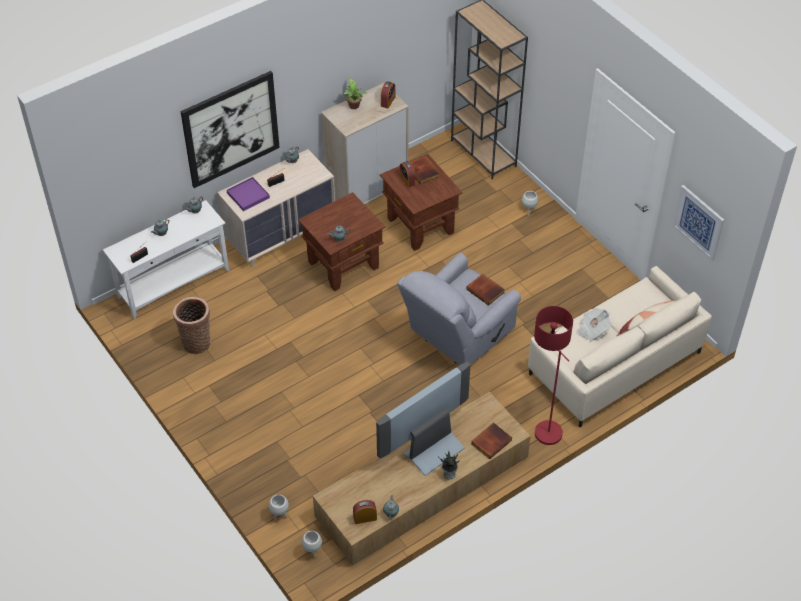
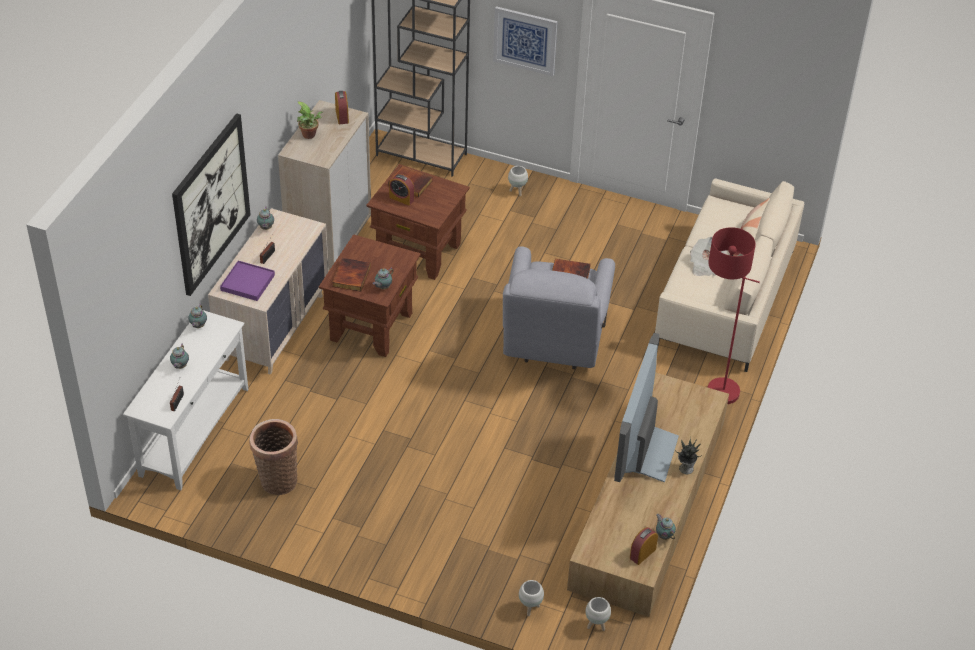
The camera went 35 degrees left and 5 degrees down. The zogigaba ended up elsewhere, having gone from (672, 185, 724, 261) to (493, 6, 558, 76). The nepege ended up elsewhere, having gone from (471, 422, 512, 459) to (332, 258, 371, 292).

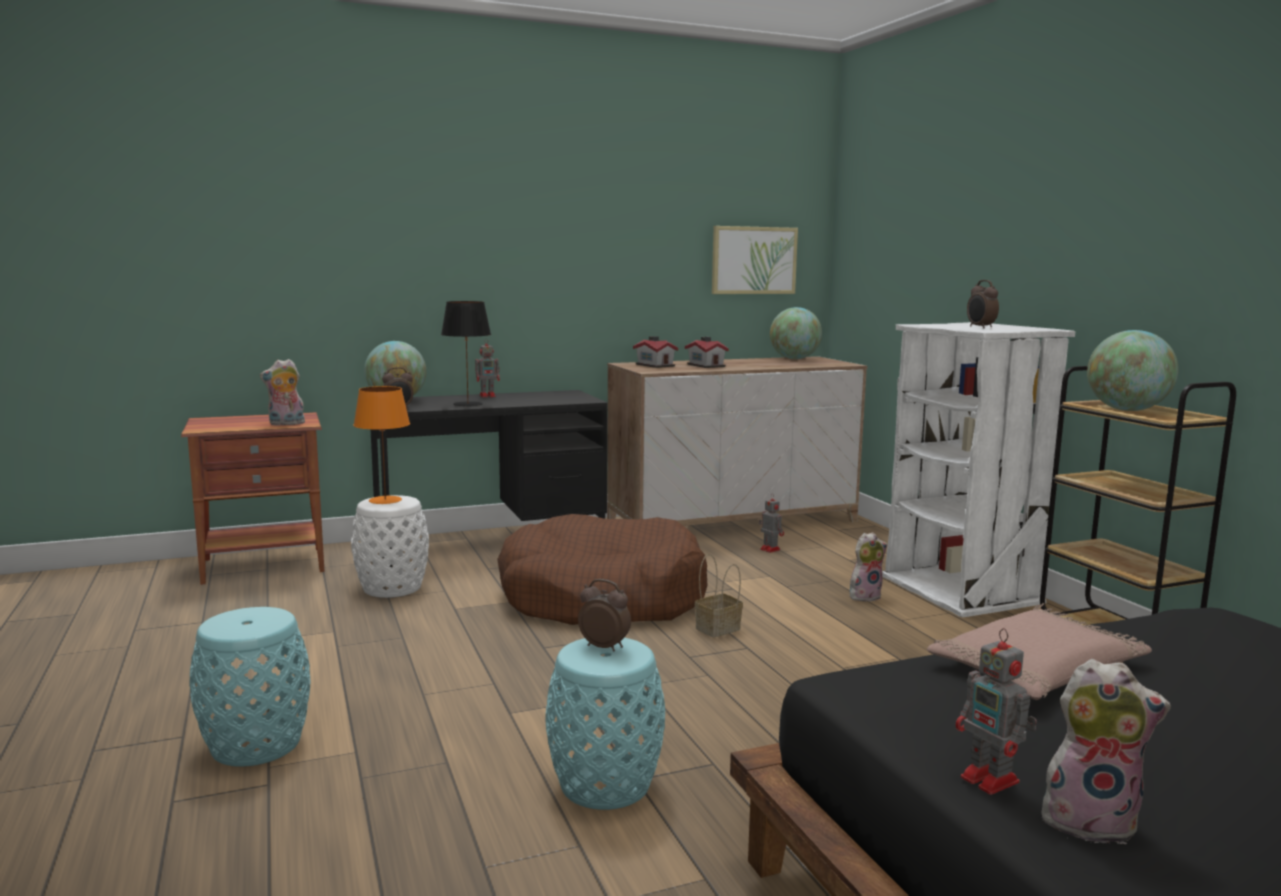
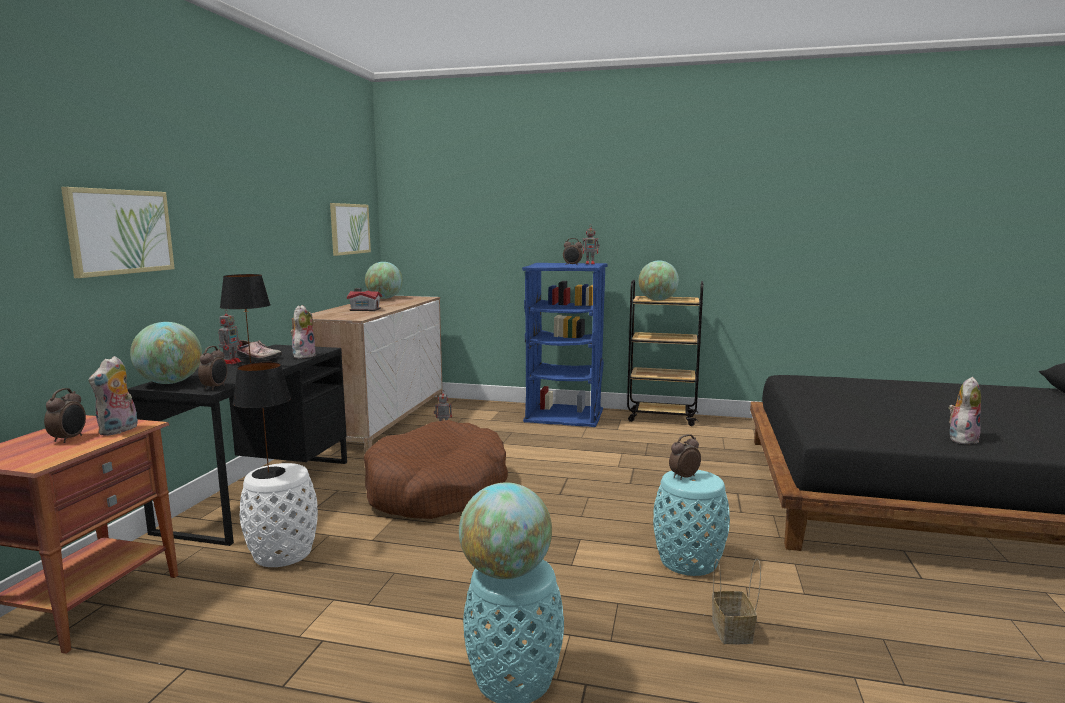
The camera went 55 degrees left and 0 degrees up. What was the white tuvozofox at (882, 322, 1075, 617) turned into the blue tuvozofox at (522, 263, 608, 427). The second view lost the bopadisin at (633, 336, 678, 368). What was the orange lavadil at (353, 386, 410, 504) turned into the black lavadil at (233, 362, 291, 479). The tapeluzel ended up elsewhere, having gone from (850, 532, 887, 601) to (290, 305, 316, 359). The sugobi ended up elsewhere, having gone from (695, 554, 743, 637) to (712, 558, 761, 644). The second view lost the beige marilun at (927, 603, 1152, 700). The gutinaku ended up elsewhere, having gone from (956, 628, 1037, 795) to (583, 224, 600, 264). The second view gained the zogigaba at (61, 187, 175, 278). The second view gained the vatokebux at (237, 340, 282, 360). The second view gained the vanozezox at (44, 388, 86, 443). The second view gained the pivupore at (459, 482, 552, 579).

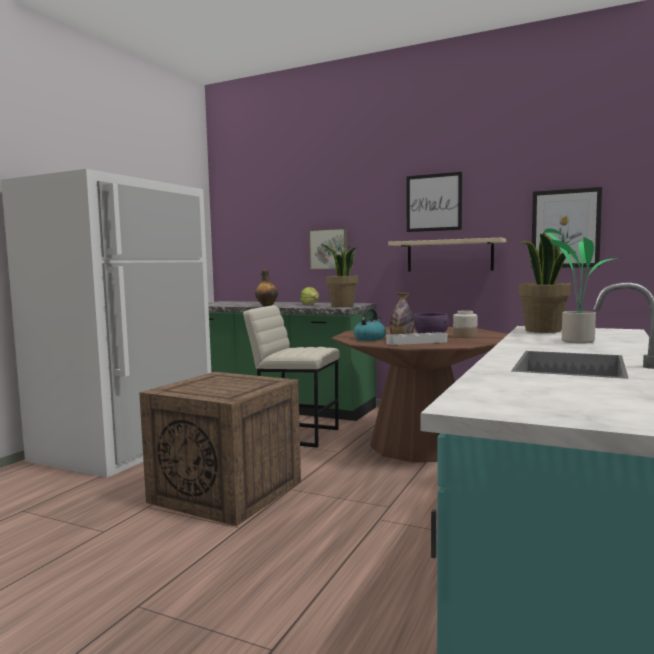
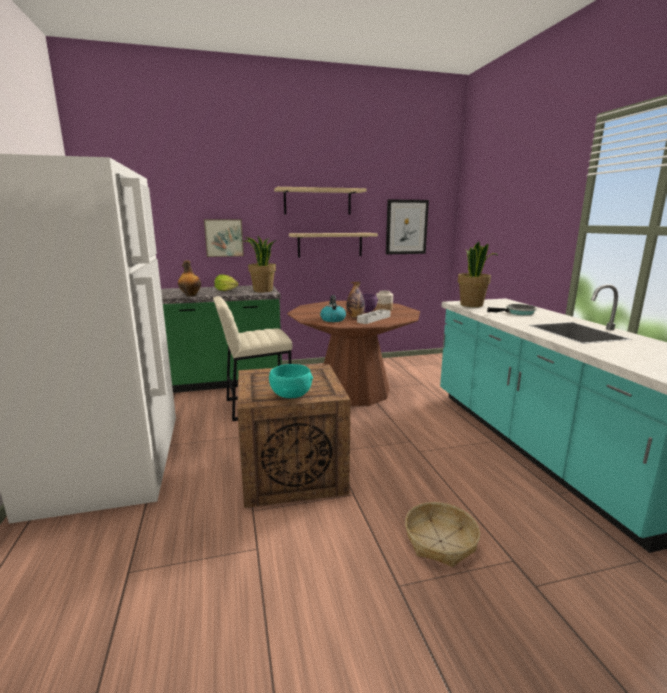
The camera went 40 degrees left and 10 degrees up. Where the zogigaba hung at (407, 172, 462, 232), the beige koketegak came to hang at (274, 187, 367, 215). Where the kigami stood at (544, 228, 620, 344), the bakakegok came to stand at (487, 304, 537, 315). The second view gained the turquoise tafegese at (269, 364, 313, 398). The second view gained the sugobi at (405, 502, 480, 567).

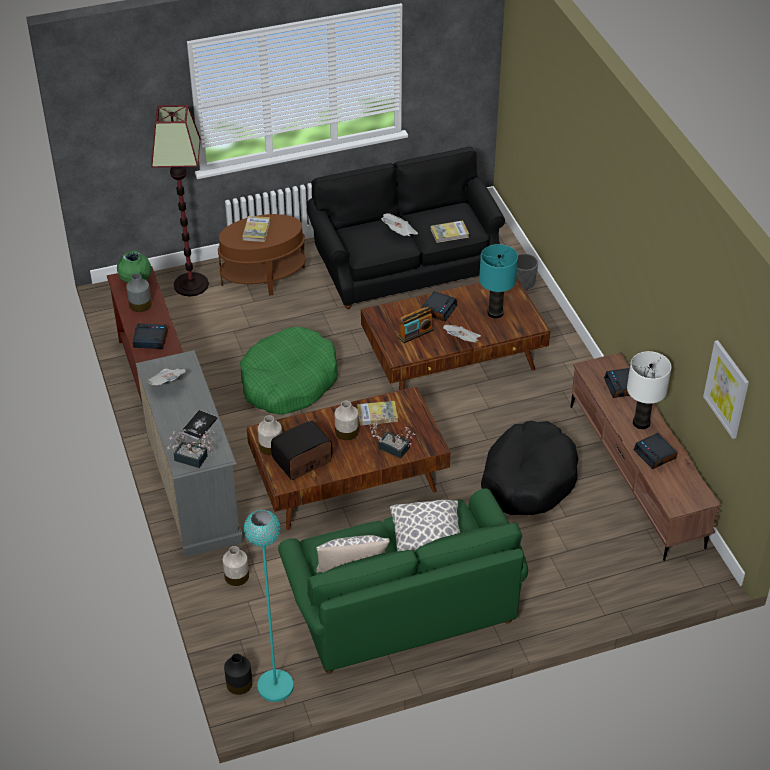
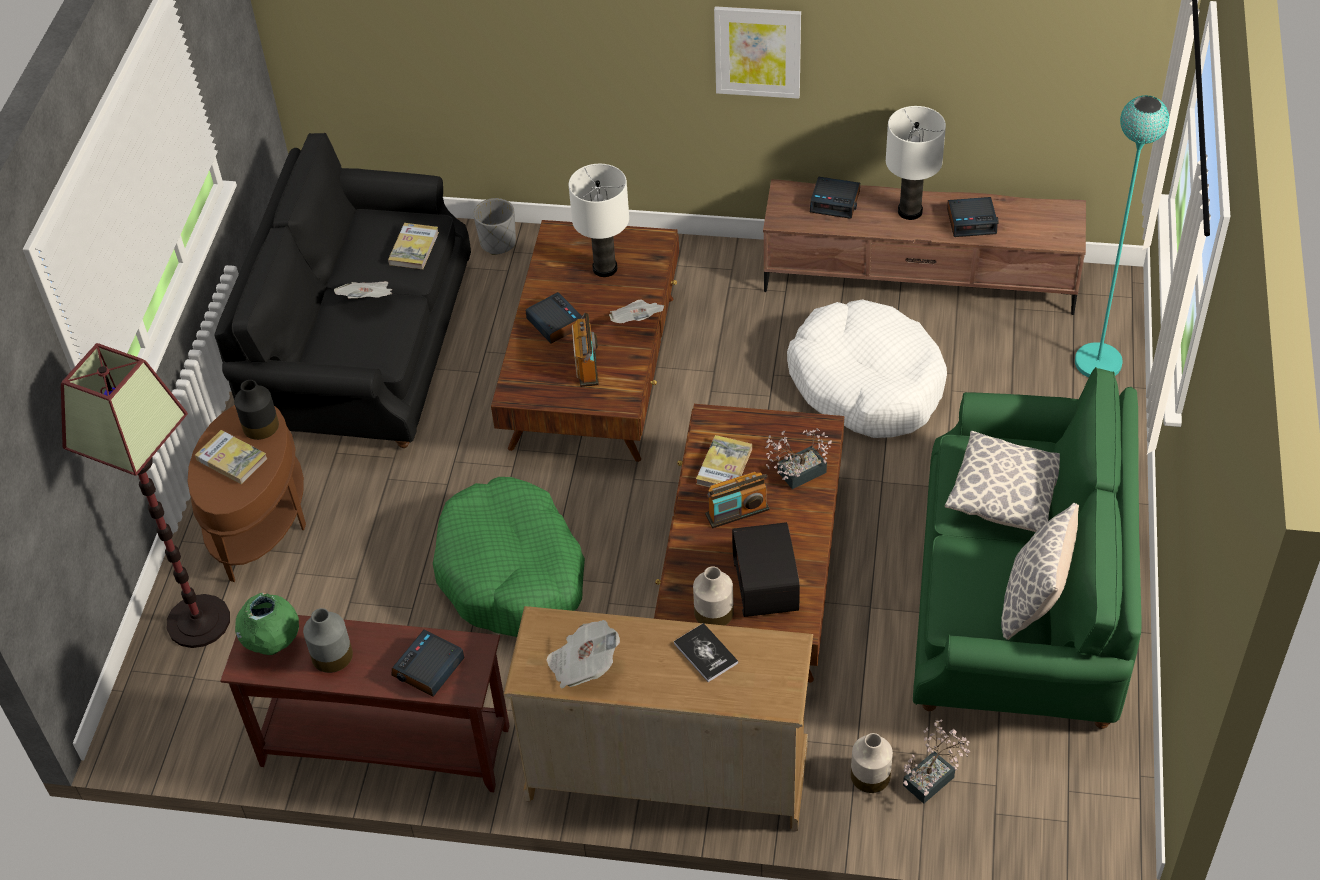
The camera went 60 degrees left and 5 degrees up. What was the turquoise lavadil at (479, 244, 518, 318) turned into the white lavadil at (569, 164, 629, 277). The zogigaba ended up elsewhere, having gone from (703, 340, 749, 439) to (714, 6, 801, 99). What was the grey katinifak at (136, 350, 243, 557) turned into the brown katinifak at (503, 606, 813, 831). Where the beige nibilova stood at (335, 401, 359, 440), the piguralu came to stand at (705, 472, 770, 528). What was the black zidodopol at (481, 421, 579, 515) turned into the white zidodopol at (787, 299, 947, 438). The kigami ended up elsewhere, having gone from (167, 429, 215, 468) to (903, 719, 971, 804). The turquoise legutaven ended up elsewhere, having gone from (244, 510, 294, 702) to (1075, 95, 1169, 378). The black nibilova ended up elsewhere, having gone from (224, 654, 252, 695) to (234, 380, 279, 440).

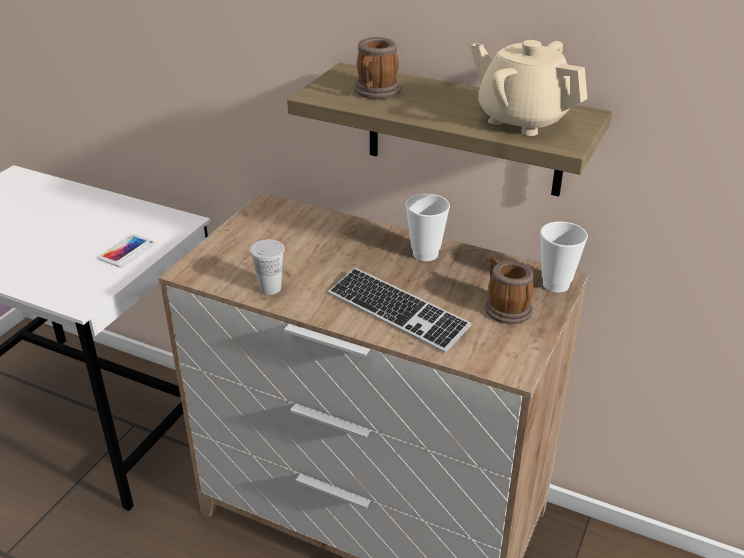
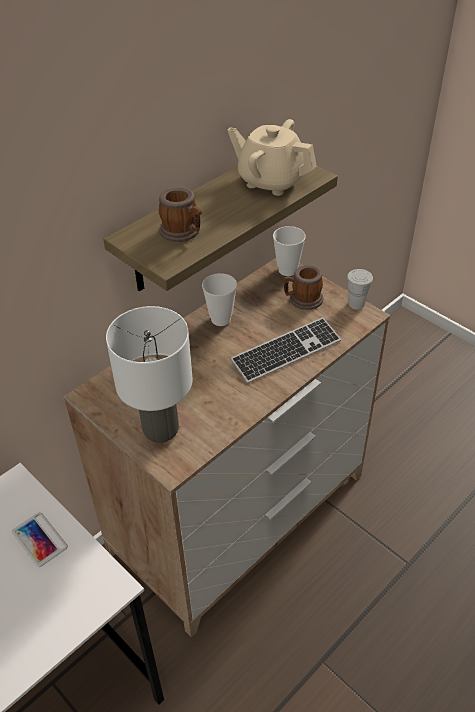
The camera went 70 degrees left and 10 degrees up. The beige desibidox at (471, 40, 587, 136) ended up facing another way, 60 degrees clockwise from before. The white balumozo ended up elsewhere, having gone from (249, 239, 285, 295) to (347, 269, 373, 309). The second view gained the white lavadil at (106, 306, 193, 443).

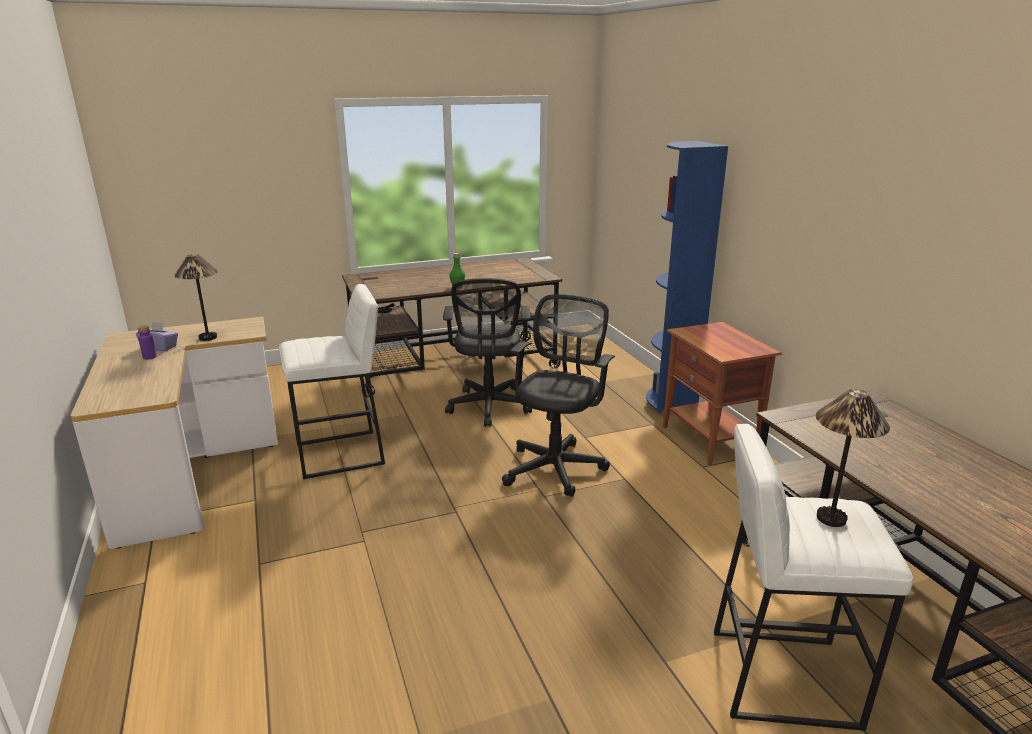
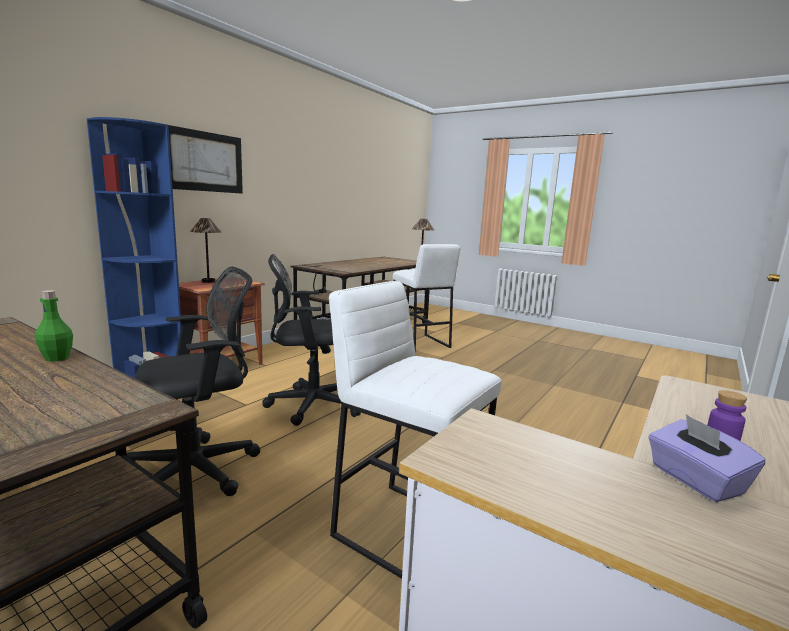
The camera went 125 degrees left and 10 degrees down. The lavadil ended up elsewhere, having gone from (174, 254, 218, 341) to (190, 218, 221, 283). The second view gained the zogigaba at (168, 125, 243, 194).

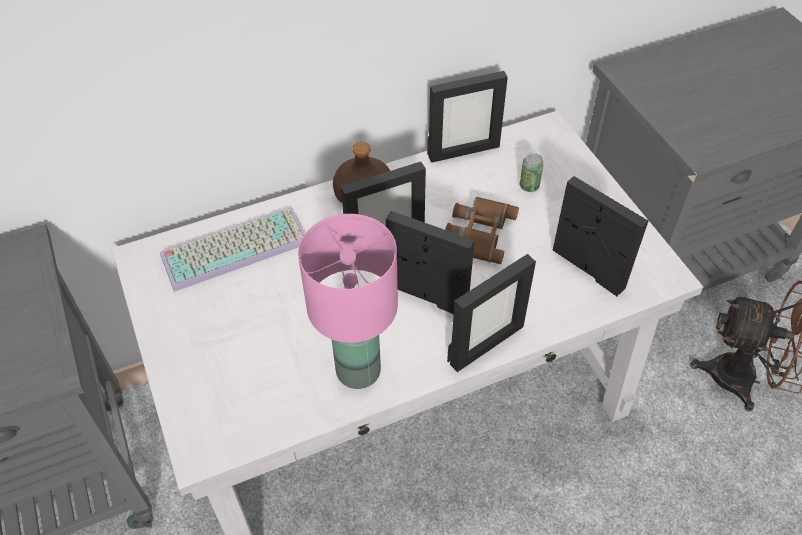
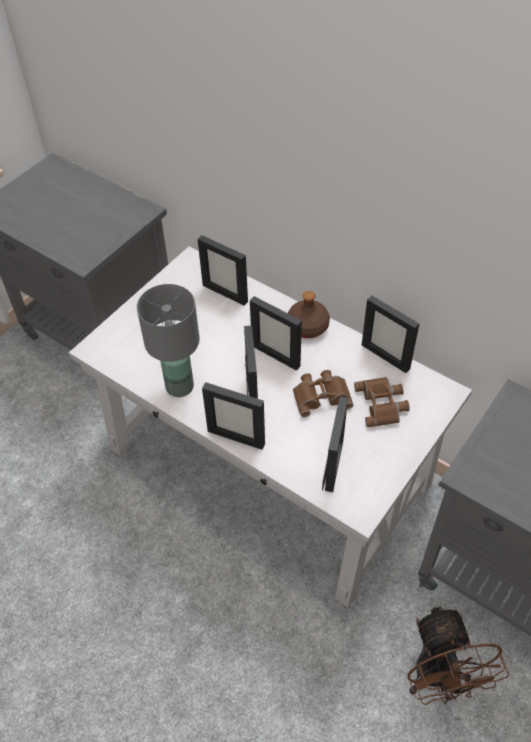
The camera went 60 degrees right and 0 degrees up. Where the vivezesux stood at (520, 153, 544, 192), the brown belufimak came to stand at (354, 377, 410, 427). Where the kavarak stood at (160, 207, 305, 292), the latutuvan came to stand at (198, 235, 248, 306). What was the pink lavadil at (298, 214, 398, 389) turned into the grey lavadil at (137, 284, 200, 397).

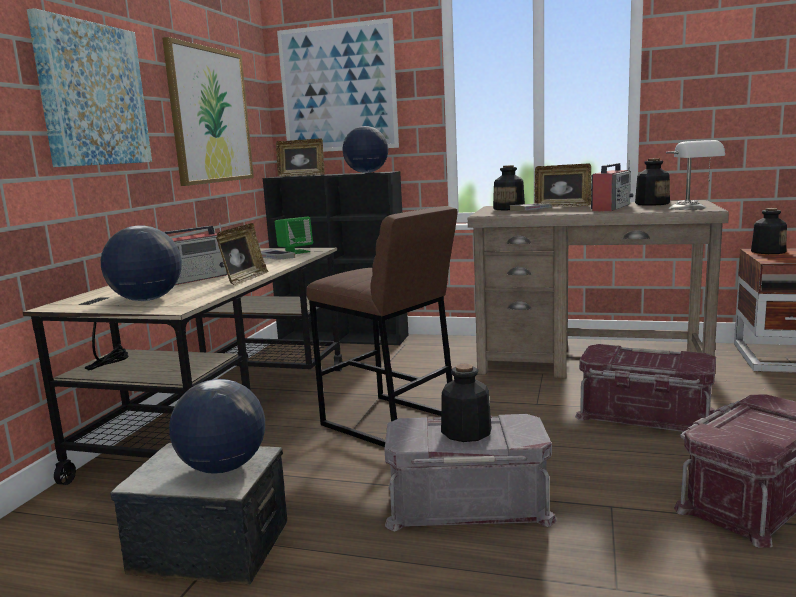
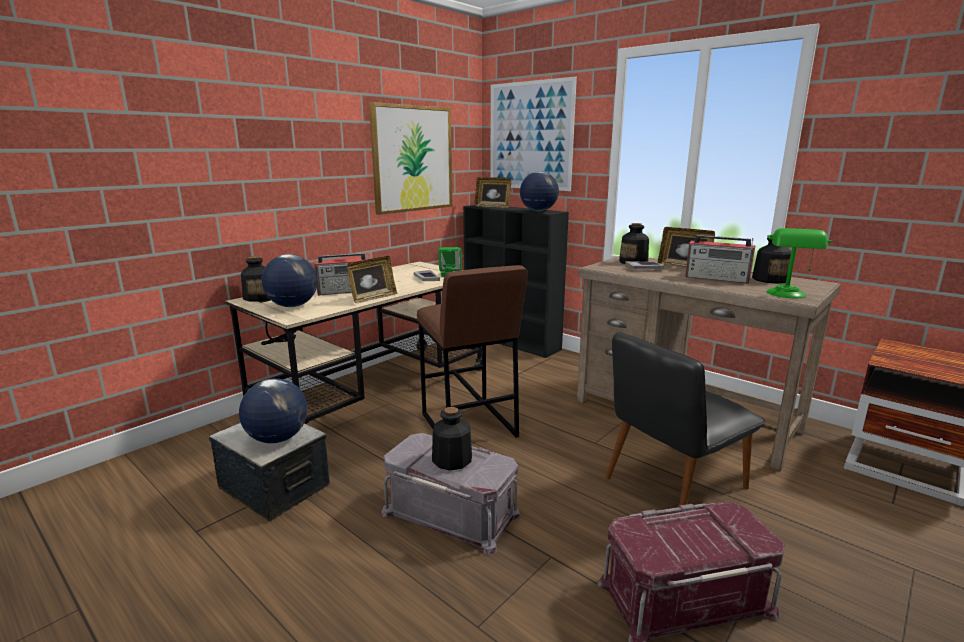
The camera went 25 degrees right and 5 degrees up. The second view lost the zogigaba at (27, 8, 152, 167). What was the white lavadil at (666, 140, 725, 210) turned into the green lavadil at (766, 228, 832, 298). The piguralu at (591, 160, 633, 211) ended up facing another way, 60 degrees clockwise from before. The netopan ended up elsewhere, having gone from (751, 208, 787, 254) to (241, 256, 269, 302). Where the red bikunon stood at (575, 344, 716, 432), the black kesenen came to stand at (605, 332, 766, 505).

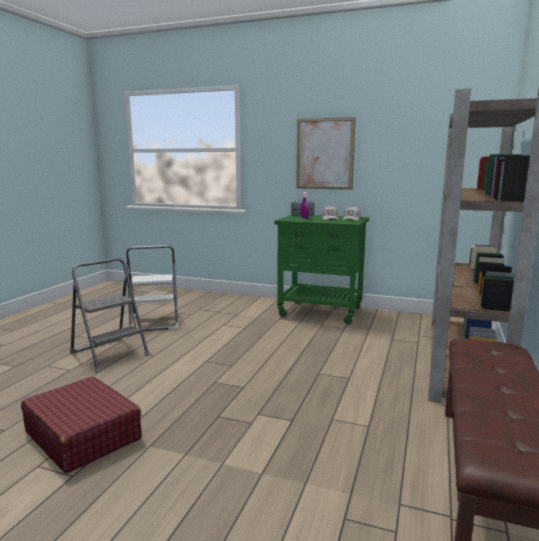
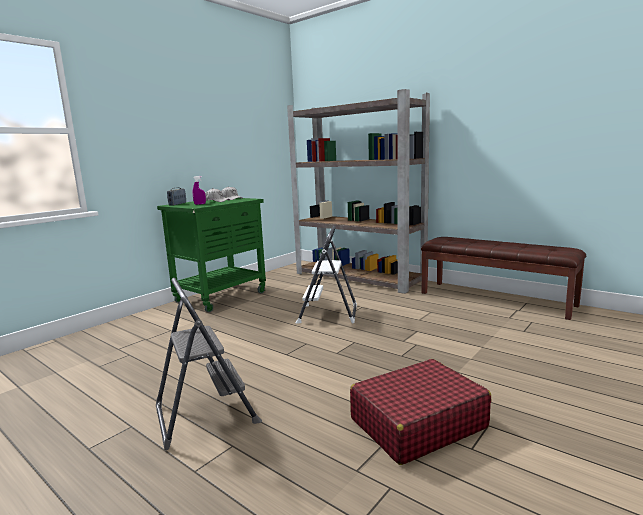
The camera went 70 degrees left and 0 degrees up. The second view lost the zogigaba at (296, 117, 356, 190). The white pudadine ended up elsewhere, having gone from (126, 245, 178, 331) to (295, 226, 357, 324).

